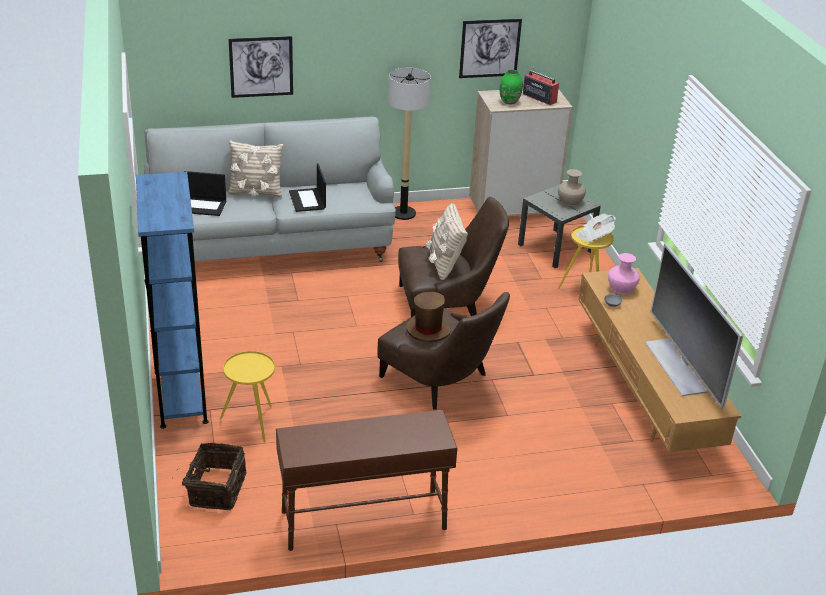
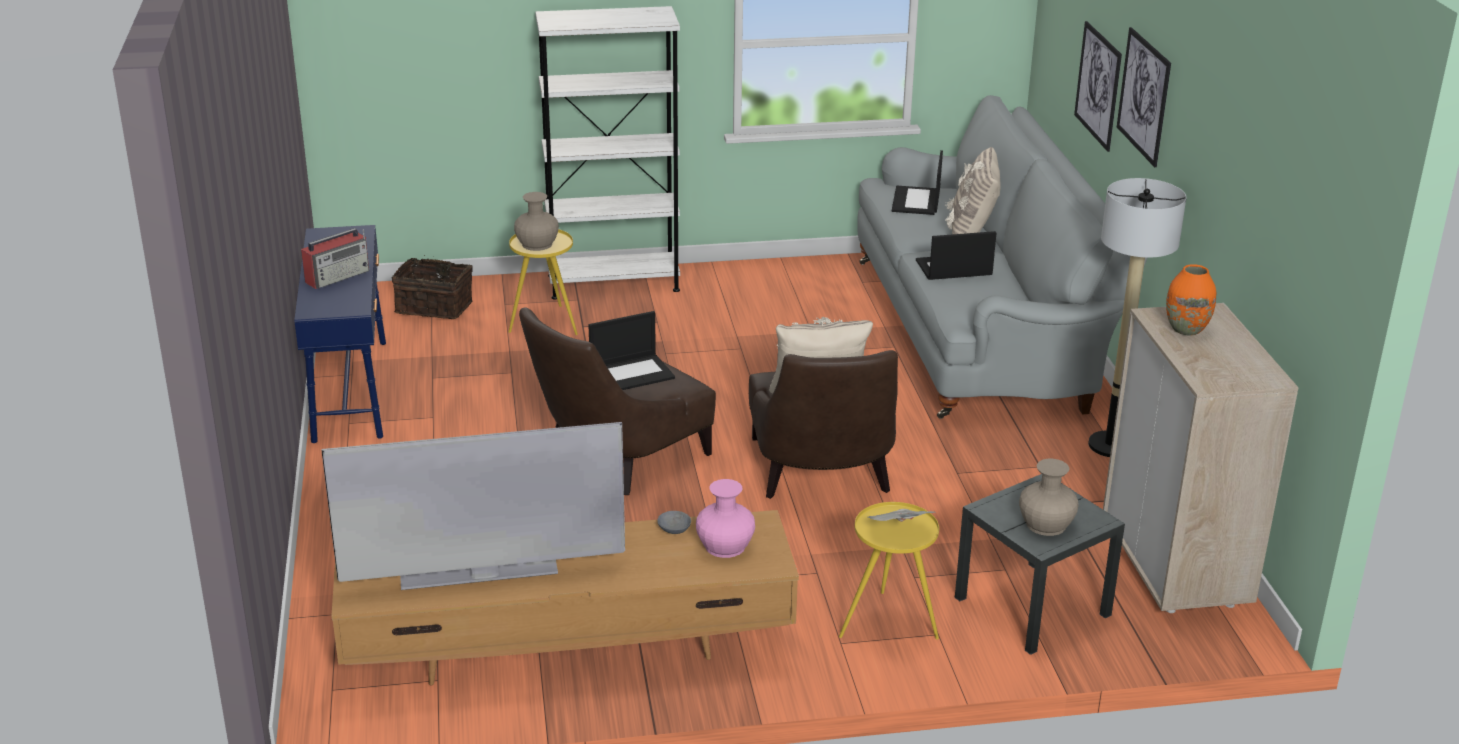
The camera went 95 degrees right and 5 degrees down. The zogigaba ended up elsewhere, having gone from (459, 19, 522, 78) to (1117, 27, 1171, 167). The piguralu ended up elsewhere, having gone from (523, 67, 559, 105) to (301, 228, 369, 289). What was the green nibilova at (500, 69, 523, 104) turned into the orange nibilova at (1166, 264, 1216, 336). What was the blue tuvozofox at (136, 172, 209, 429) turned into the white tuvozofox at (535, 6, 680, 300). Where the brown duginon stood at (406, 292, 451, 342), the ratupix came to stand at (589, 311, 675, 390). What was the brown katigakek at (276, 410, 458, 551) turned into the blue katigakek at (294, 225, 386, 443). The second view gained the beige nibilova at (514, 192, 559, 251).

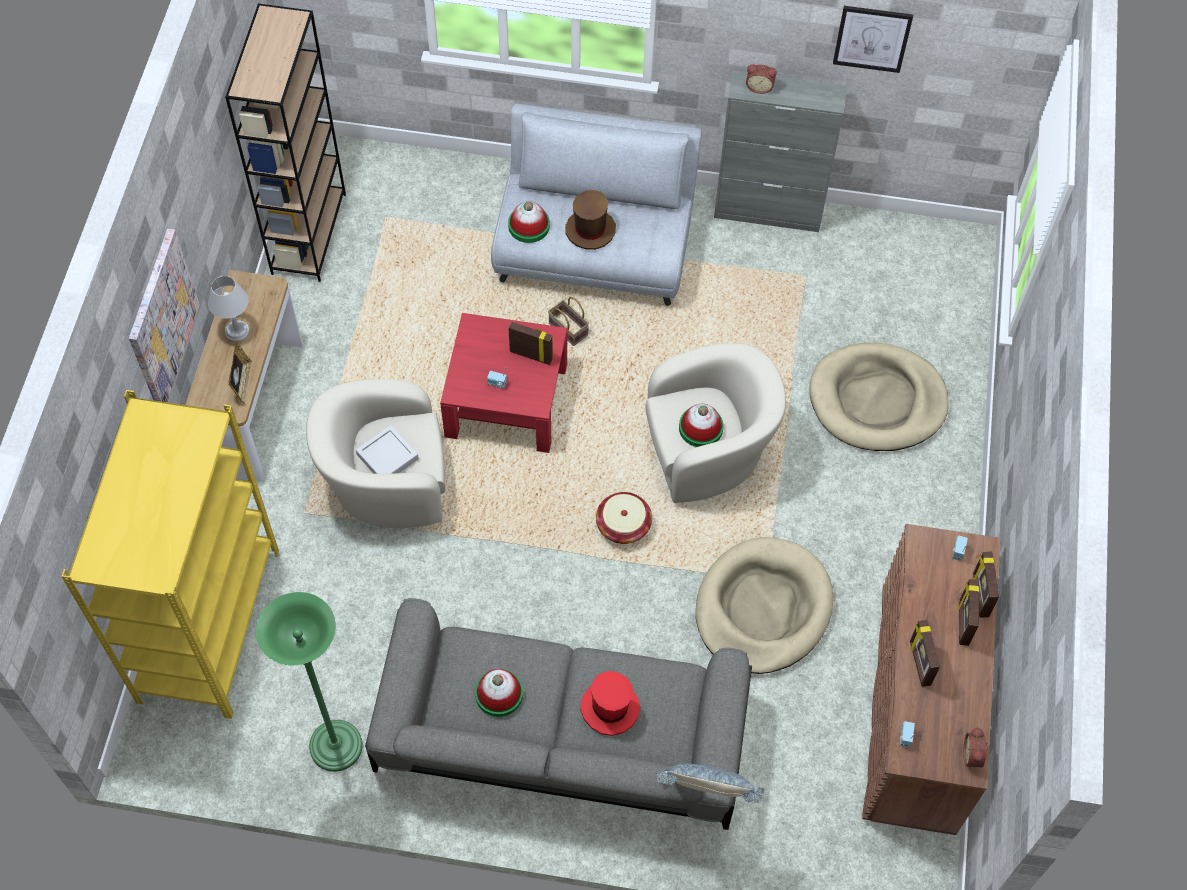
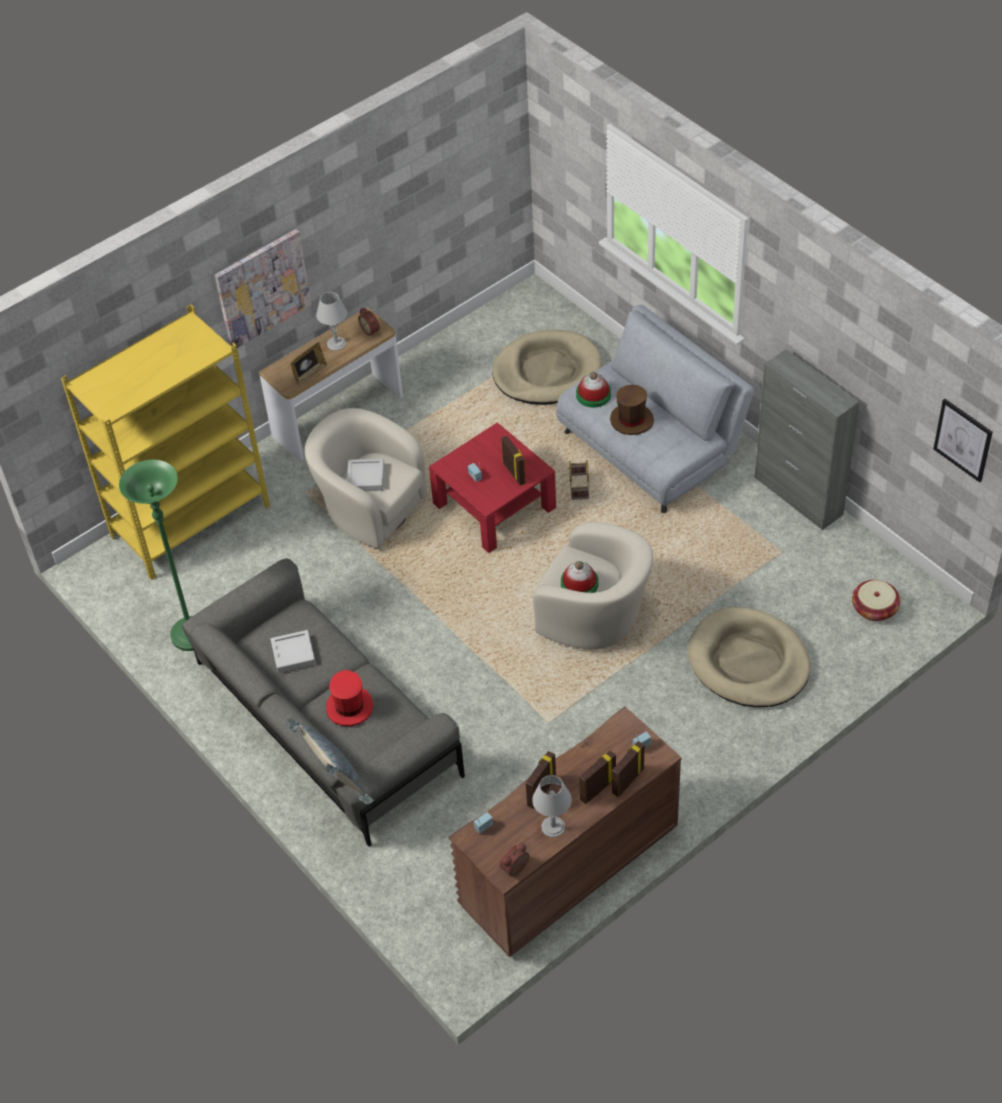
The camera went 45 degrees right and 10 degrees down. The second view lost the beige tuvozofox at (225, 3, 346, 282). The zogigaba ended up elsewhere, having gone from (833, 6, 913, 73) to (933, 399, 993, 482). The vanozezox ended up elsewhere, having gone from (746, 64, 777, 94) to (358, 308, 380, 336). The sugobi ended up elsewhere, having gone from (596, 492, 652, 544) to (852, 580, 900, 621). The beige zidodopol ended up elsewhere, having gone from (696, 537, 833, 674) to (492, 330, 602, 405). Where the duginon stood at (475, 669, 523, 717), the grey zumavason came to stand at (271, 630, 316, 673). The second view gained the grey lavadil at (532, 775, 572, 837).

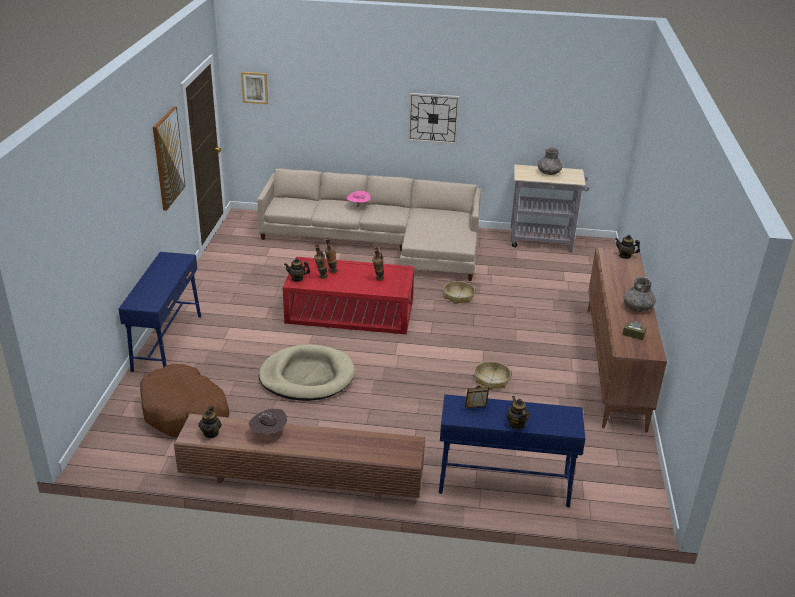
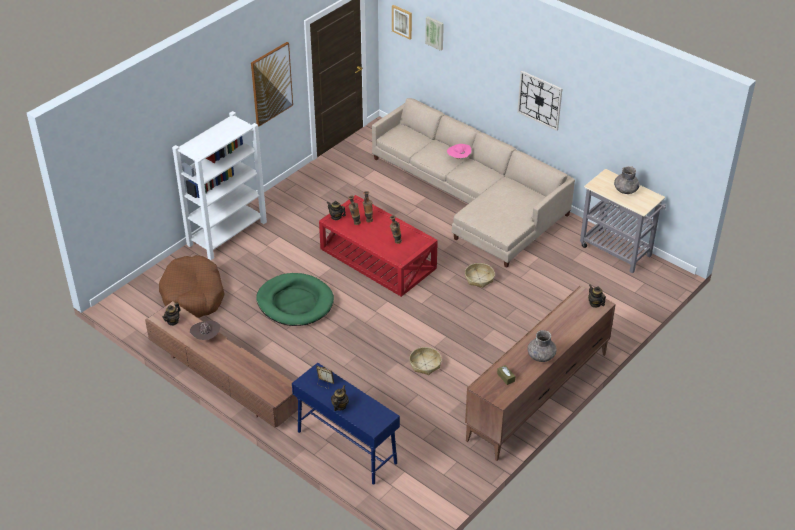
The camera went 35 degrees right and 10 degrees up. Where the blue katigakek stood at (118, 252, 201, 372), the white tuvozofox came to stand at (172, 111, 267, 260). What was the beige zidodopol at (259, 344, 355, 401) turned into the green zidodopol at (256, 273, 334, 326). The second view gained the zogigaba at (425, 16, 444, 51).

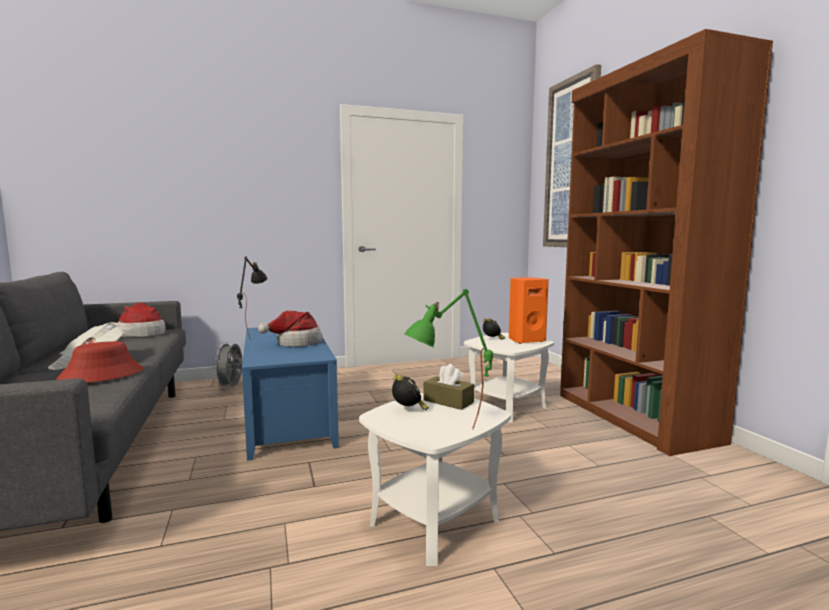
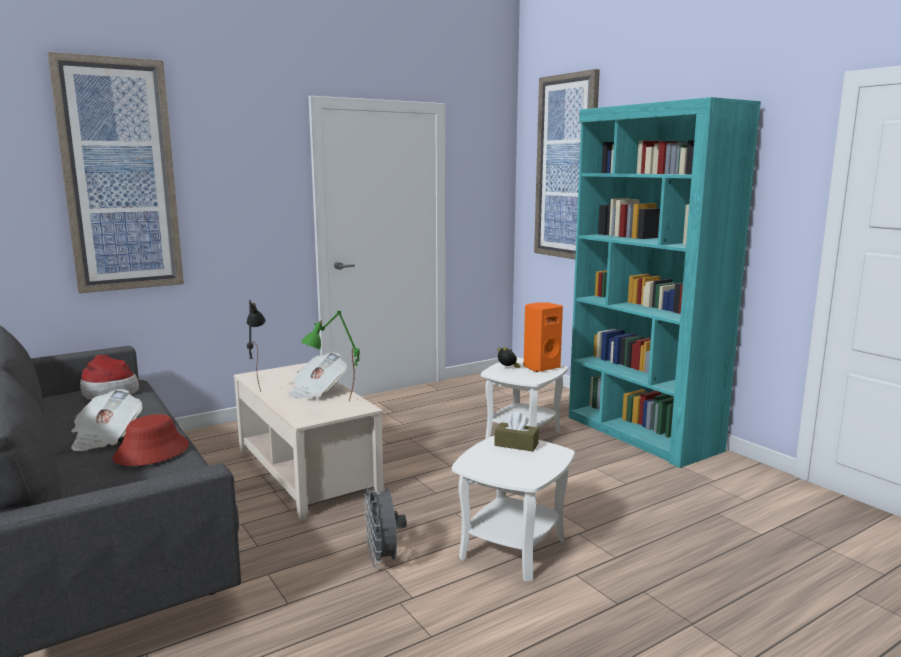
The camera went 15 degrees left and 5 degrees up. What was the brown tuvozofox at (560, 29, 773, 456) turned into the turquoise tuvozofox at (569, 97, 761, 468). The green lavadil ended up elsewhere, having gone from (404, 289, 493, 429) to (301, 310, 360, 401). Where the duginon stood at (258, 311, 323, 347), the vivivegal came to stand at (288, 352, 347, 399). What was the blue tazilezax at (242, 328, 339, 461) turned into the beige tazilezax at (234, 363, 384, 521). The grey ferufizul ended up elsewhere, having gone from (213, 341, 242, 389) to (364, 483, 407, 568). The second view lost the vanozezox at (392, 374, 429, 410). The second view gained the zogigaba at (48, 52, 184, 293).

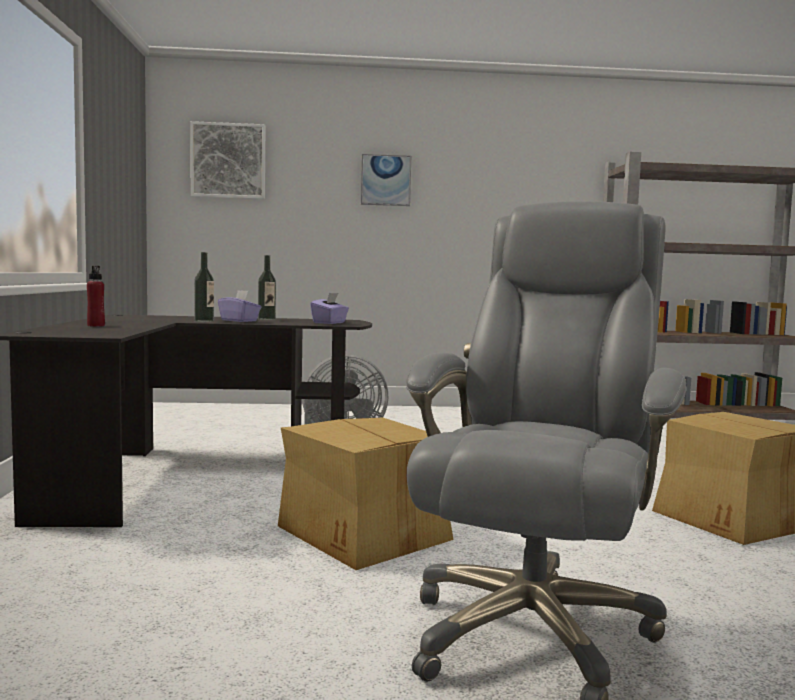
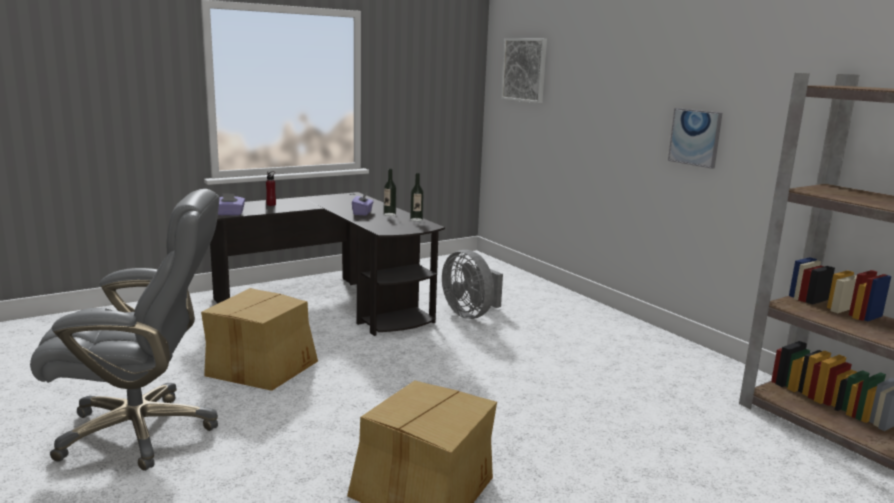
The camera went 60 degrees right and 10 degrees up. The zogigaba ended up elsewhere, having gone from (361, 154, 411, 206) to (668, 108, 722, 169). The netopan ended up elsewhere, having gone from (194, 252, 214, 322) to (410, 173, 424, 221). The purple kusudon ended up elsewhere, having gone from (310, 293, 349, 324) to (218, 193, 245, 216).

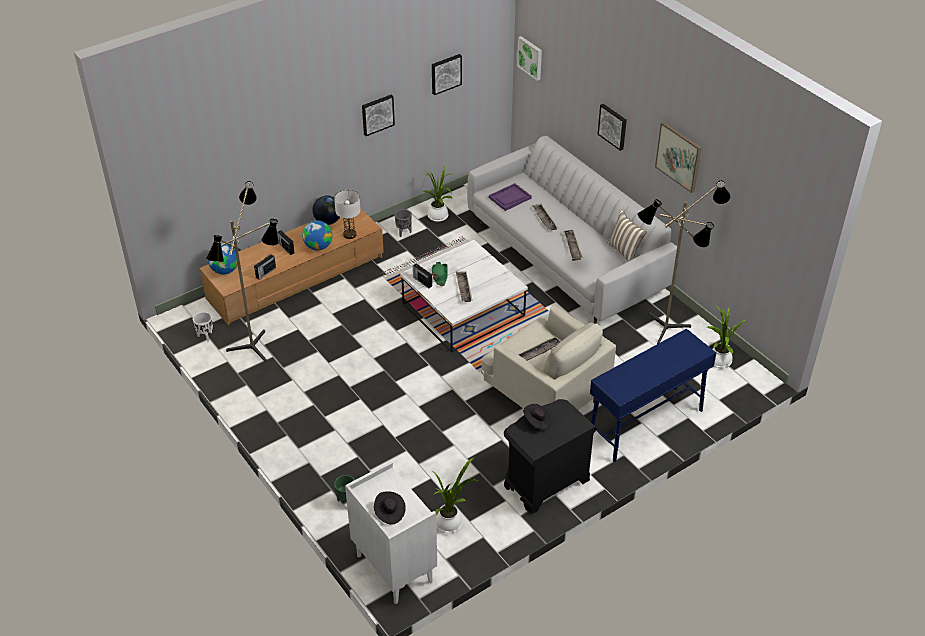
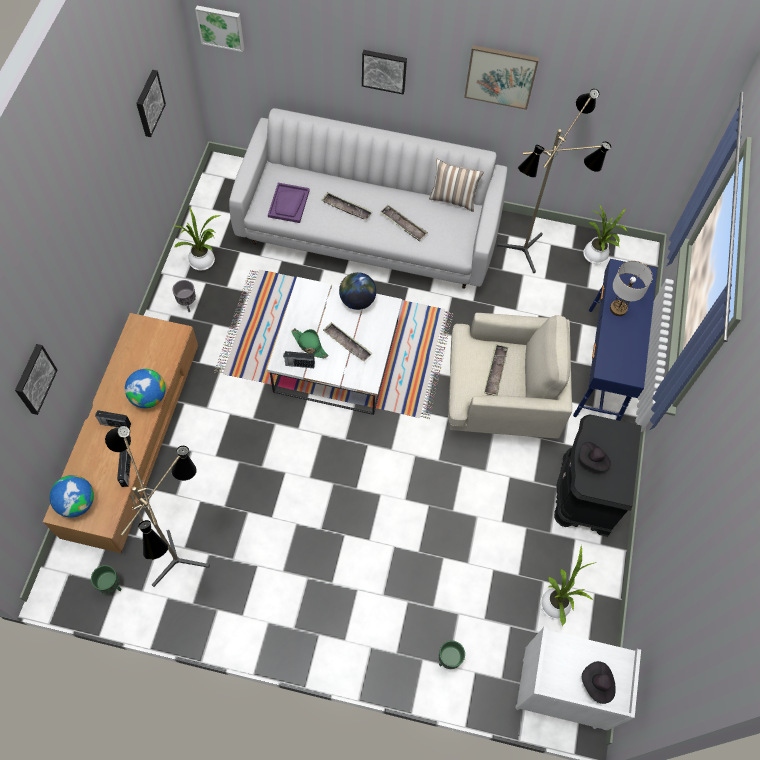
The camera went 45 degrees left and 20 degrees up. The zogigaba ended up elsewhere, having gone from (362, 95, 395, 136) to (15, 344, 58, 415). The lavadil ended up elsewhere, having gone from (334, 190, 361, 239) to (610, 261, 653, 316). The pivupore ended up elsewhere, having gone from (312, 195, 340, 225) to (339, 272, 376, 310). What was the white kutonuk at (193, 312, 213, 342) turned into the green kutonuk at (91, 565, 121, 594).

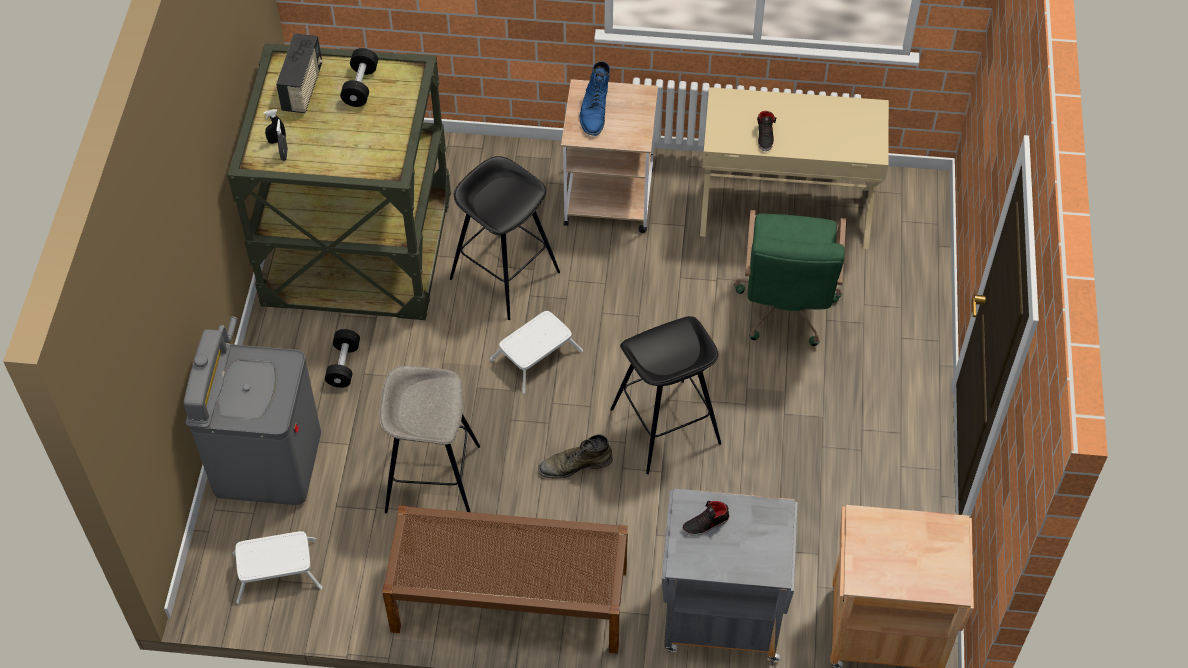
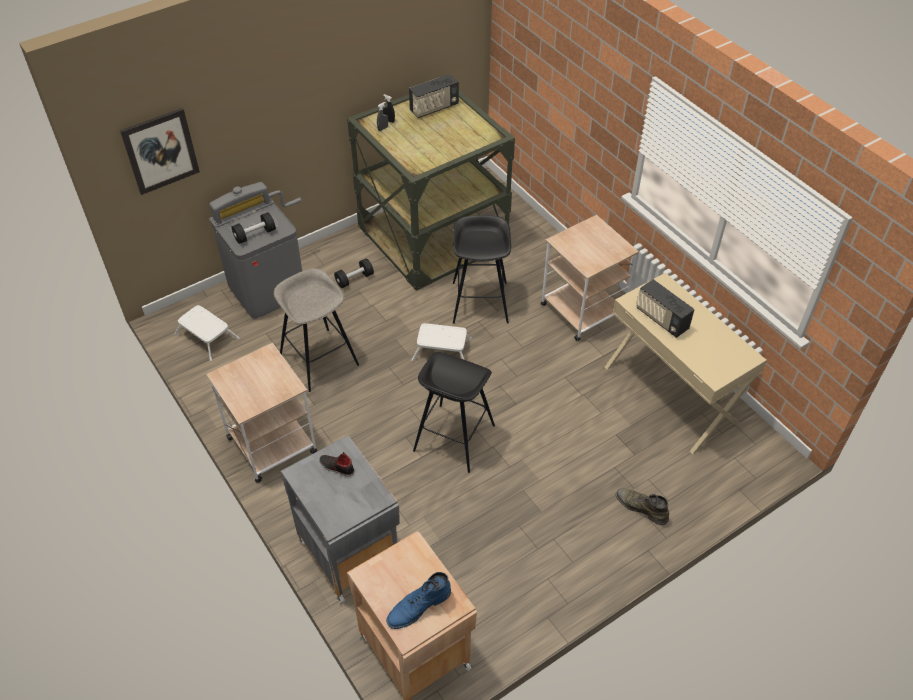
The camera went 50 degrees right and 5 degrees down. The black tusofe ended up elsewhere, having gone from (340, 48, 378, 107) to (232, 212, 276, 244). The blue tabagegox ended up elsewhere, having gone from (580, 61, 610, 136) to (386, 572, 451, 629). Where the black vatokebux stood at (757, 111, 776, 151), the piguralu came to stand at (636, 279, 694, 338). The second view lost the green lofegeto at (734, 210, 846, 346). The green tabagegox ended up elsewhere, having gone from (538, 434, 613, 479) to (616, 489, 669, 525). Where the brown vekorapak stood at (382, 505, 628, 654), the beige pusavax came to stand at (206, 343, 318, 483). The second view gained the zogigaba at (120, 108, 200, 195).

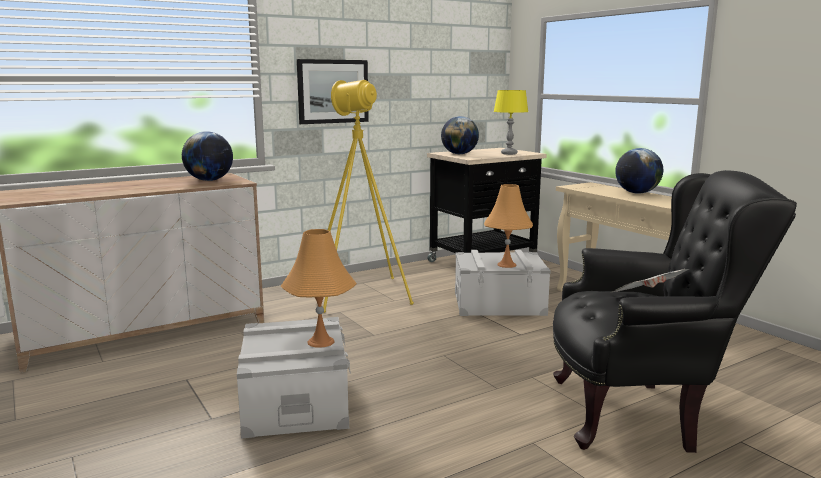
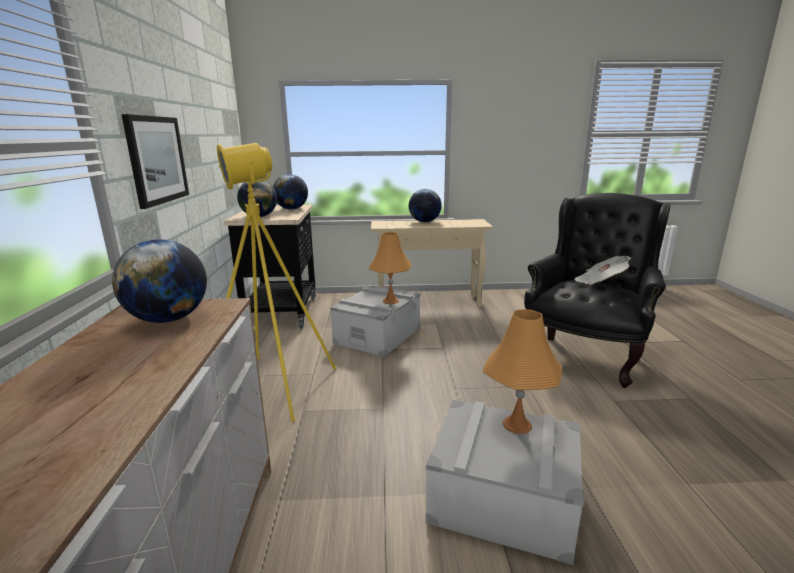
The camera went 60 degrees left and 5 degrees up. Where the yellow lavadil stood at (494, 90, 528, 155), the pivupore came to stand at (273, 174, 308, 210).

